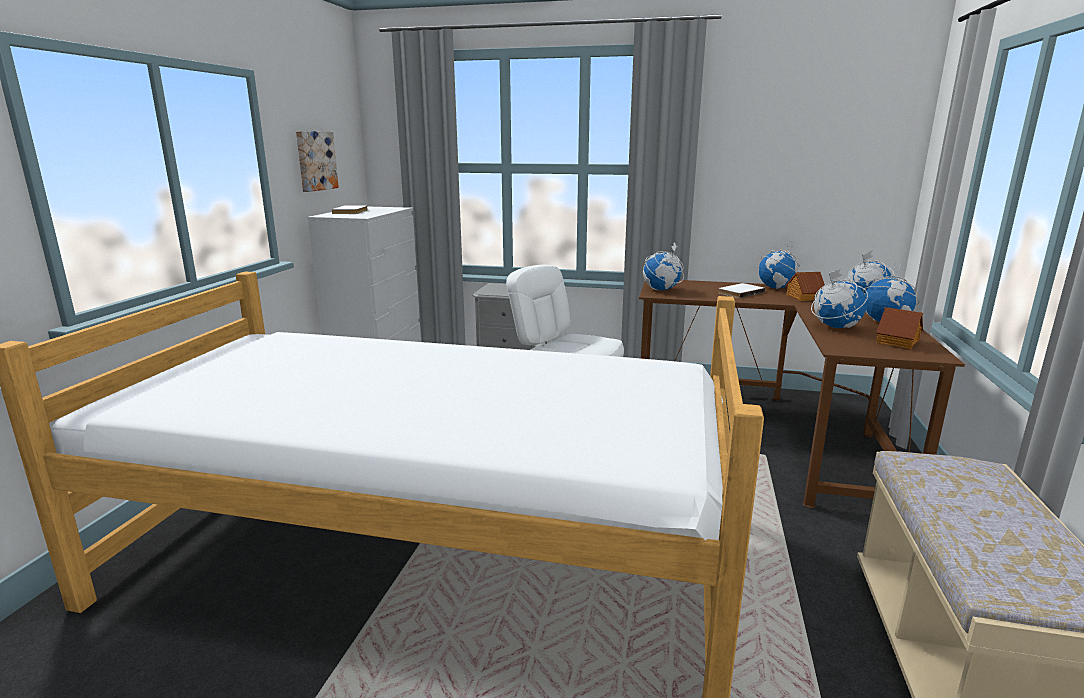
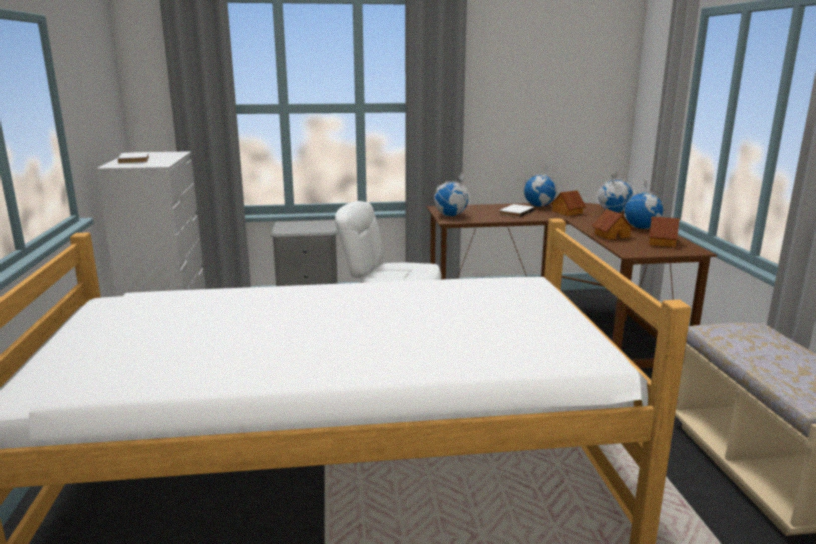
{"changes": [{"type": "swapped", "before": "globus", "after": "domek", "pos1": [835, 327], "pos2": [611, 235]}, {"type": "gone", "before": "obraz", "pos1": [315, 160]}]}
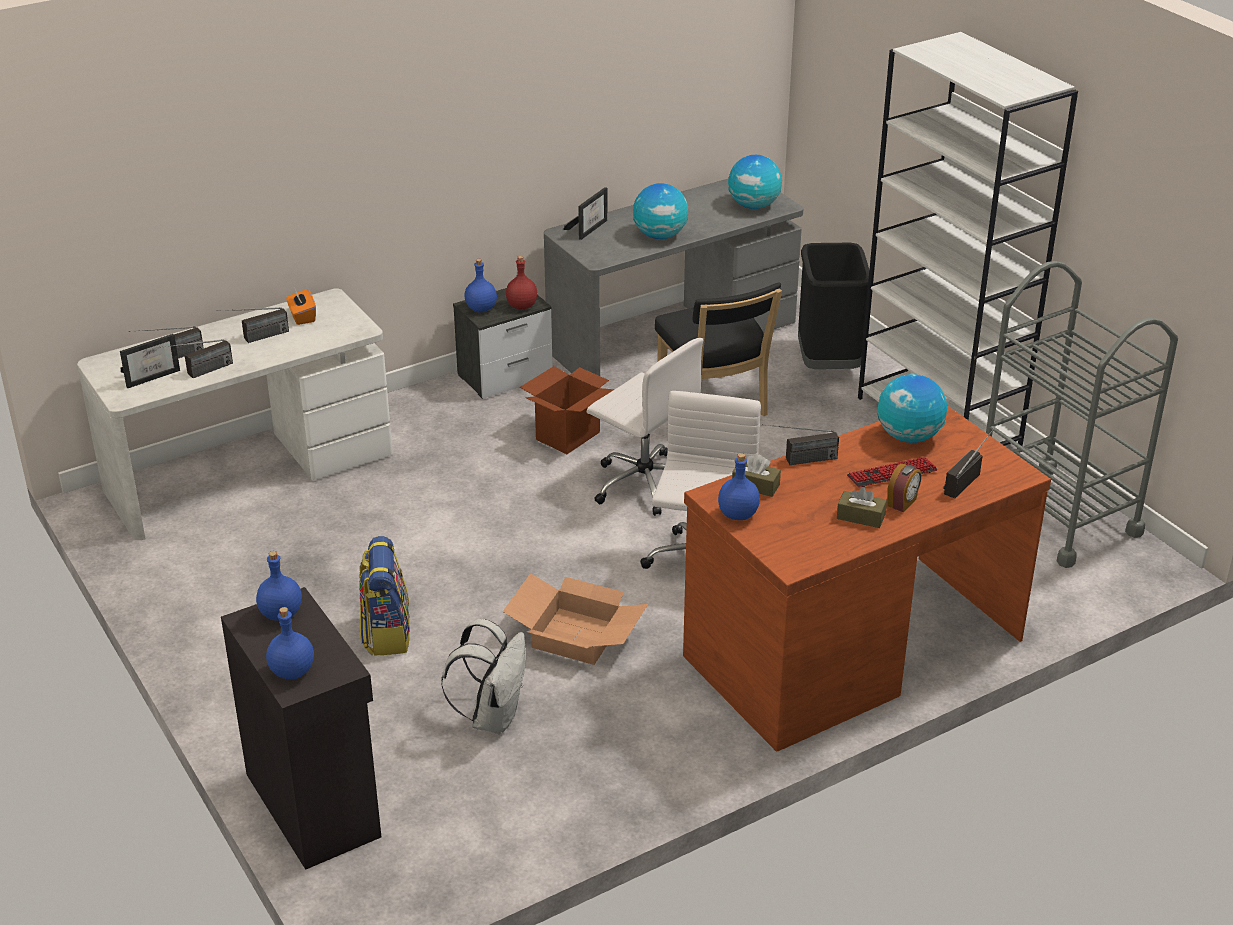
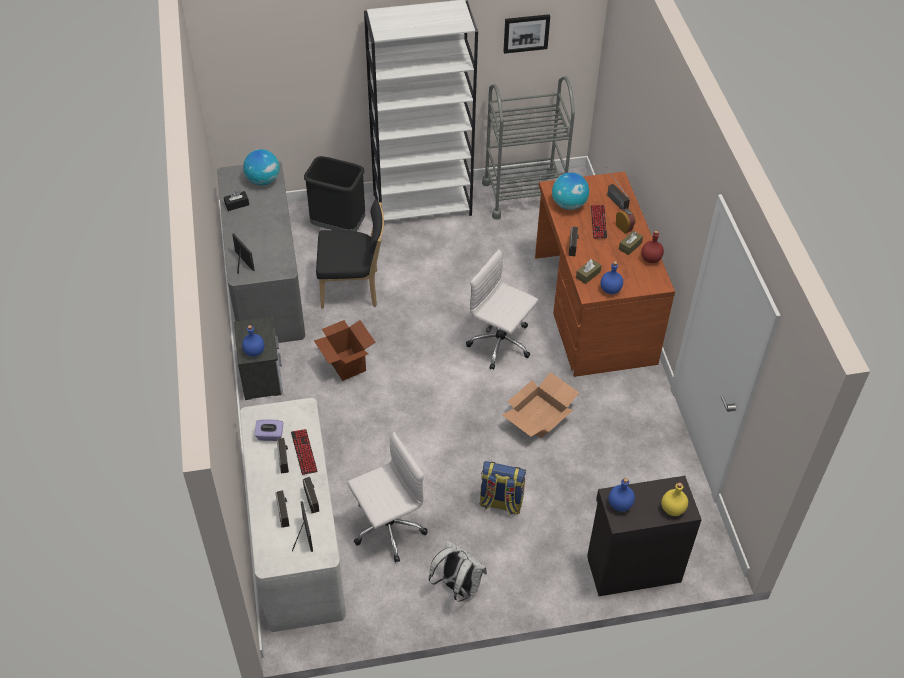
{"changes": [{"type": "new", "after": "pudełko chusteczek [czarny]", "pos2": [237, 204]}, {"type": "repainted", "before": "pudełko chusteczek [pomarańczowy]", "after": "pudełko chusteczek [fioletowy]", "pos1": [302, 317], "pos2": [270, 435]}, {"type": "new", "after": "klawiatura", "pos2": [304, 452]}, {"type": "shifted", "before": "krzesło biurowe [biały]", "pos1": [643, 483], "pos2": [387, 528]}, {"type": "shifted", "before": "plecak [biały]", "pos1": [493, 717], "pos2": [458, 587]}, {"type": "new", "after": "obraz", "pos2": [526, 33]}, {"type": "shifted", "before": "butelka [czerwony]", "pos1": [522, 306], "pos2": [650, 258]}, {"type": "repainted", "before": "butelka [niebieski]", "after": "butelka [żółty]", "pos1": [291, 671], "pos2": [672, 509]}, {"type": "gone", "before": "globus", "pos1": [660, 235]}]}
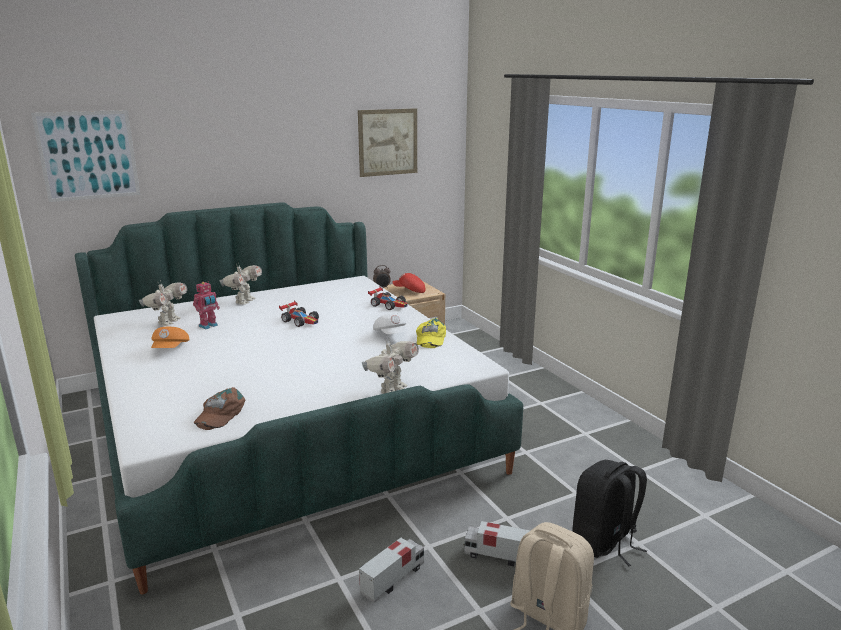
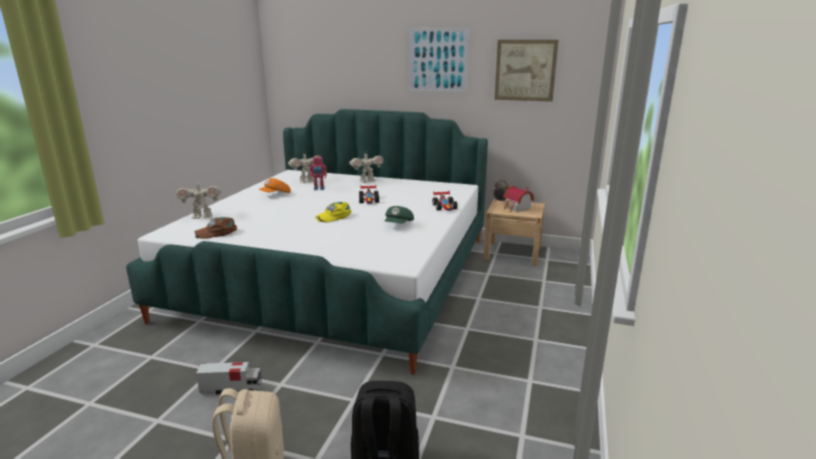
{"changes": [{"type": "shifted", "before": "robot zabawkowy", "pos1": [391, 390], "pos2": [202, 216]}, {"type": "shifted", "before": "czapka z daszkiem [żółty]", "pos1": [430, 338], "pos2": [334, 216]}, {"type": "repainted", "before": "czapka z daszkiem [biały]", "after": "czapka z daszkiem [zielony]", "pos1": [391, 335], "pos2": [399, 225]}, {"type": "shifted", "before": "obraz", "pos1": [88, 155], "pos2": [438, 60]}, {"type": "swapped", "before": "czapka z daszkiem [czerwony]", "after": "domek", "pos1": [409, 291], "pos2": [517, 208]}, {"type": "gone", "before": "ciężarówka zabawkowa", "pos1": [499, 556]}]}
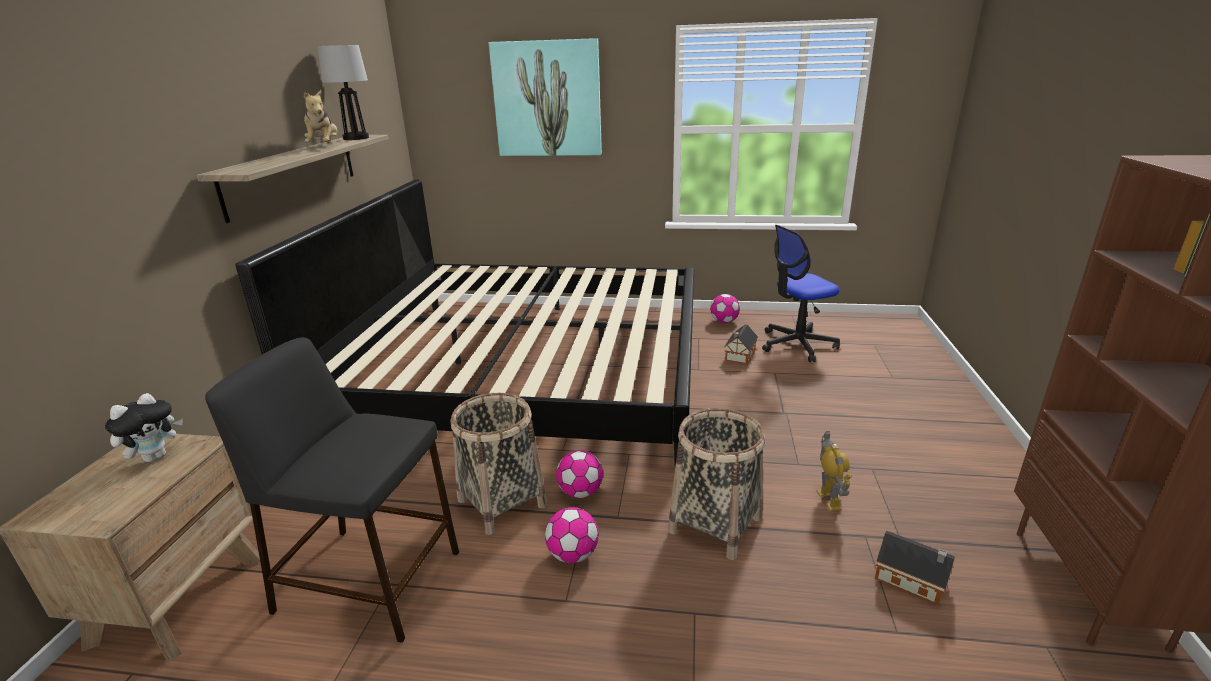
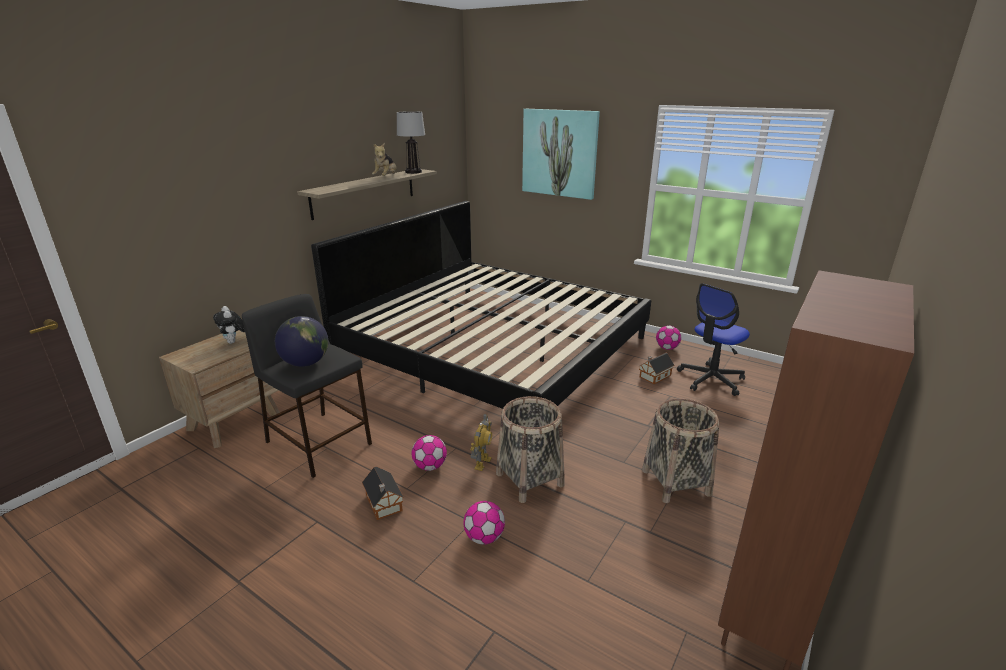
{"changes": [{"type": "rotated", "before": "pluszak", "pos1": [156, 456], "pos2": [234, 342], "turn": 90}, {"type": "new", "after": "globus", "pos2": [305, 363]}, {"type": "shifted", "before": "domek", "pos1": [912, 581], "pos2": [384, 504]}, {"type": "shifted", "before": "piłka futbolowa", "pos1": [580, 492], "pos2": [484, 537]}, {"type": "shifted", "before": "robot zabawkowy", "pos1": [829, 500], "pos2": [482, 463]}, {"type": "shifted", "before": "koszyk", "pos1": [501, 502], "pos2": [675, 482]}, {"type": "rotated", "before": "krzesło biurowe", "pos1": [797, 344], "pos2": [710, 379], "turn": -45}]}
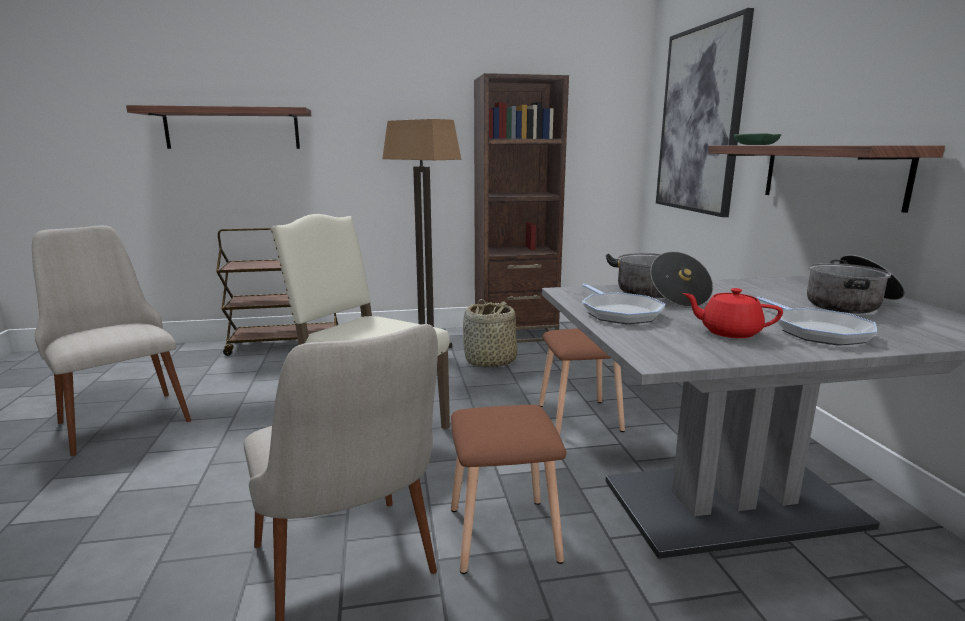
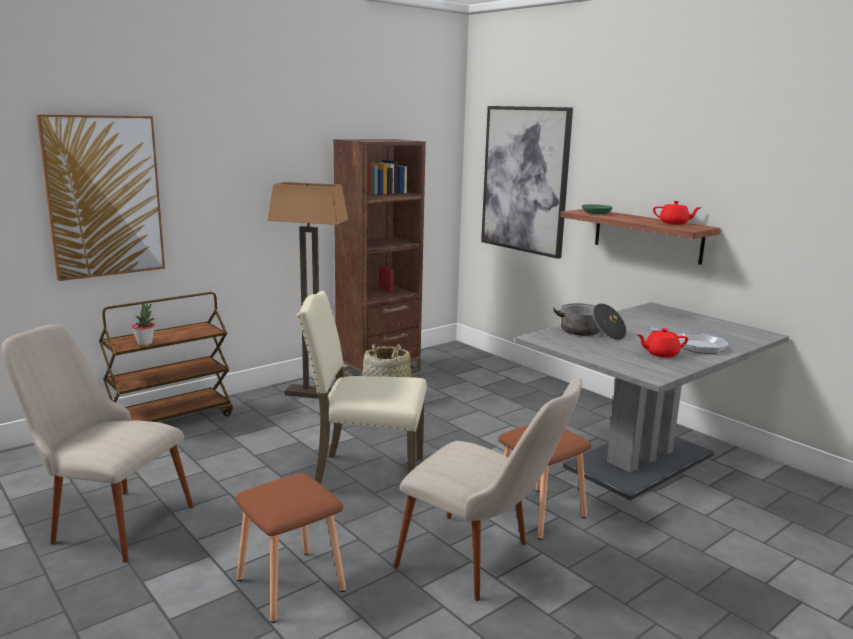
{"changes": [{"type": "swapped", "before": "półka", "after": "obraz", "pos1": [232, 129], "pos2": [104, 196]}, {"type": "new", "after": "roślina doniczkowa", "pos2": [145, 343]}, {"type": "shifted", "before": "stołek [brązowy]", "pos1": [580, 417], "pos2": [291, 583]}, {"type": "new", "after": "imbryk [czerwony]", "pos2": [674, 223]}, {"type": "gone", "before": "patelnia", "pos1": [619, 312]}, {"type": "gone", "before": "garnek", "pos1": [851, 304]}]}
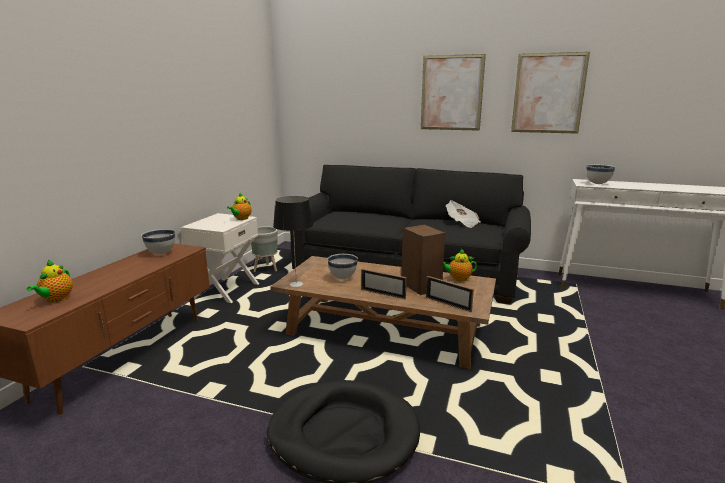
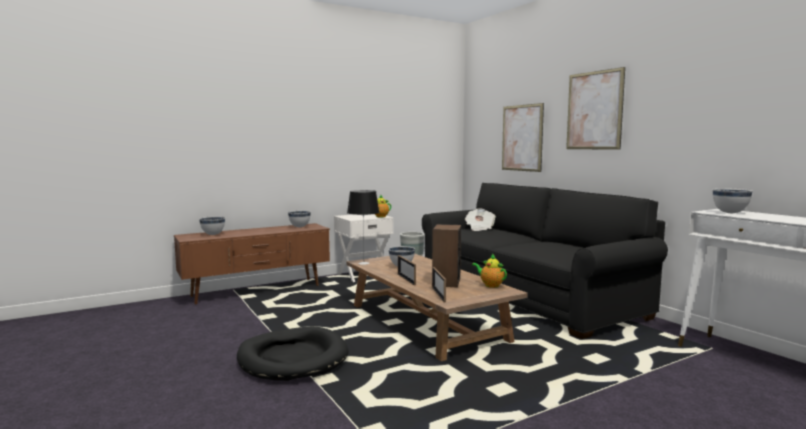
{"changes": [{"type": "swapped", "before": "imbryk", "after": "miska [biały]", "pos1": [56, 299], "pos2": [213, 234]}, {"type": "shifted", "before": "gazeta", "pos1": [462, 223], "pos2": [479, 228]}, {"type": "shifted", "before": "obraz", "pos1": [548, 93], "pos2": [522, 138]}]}
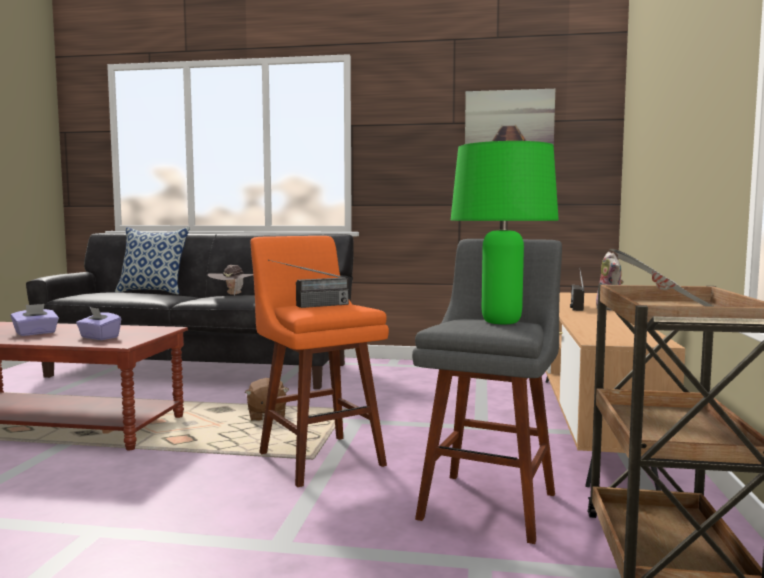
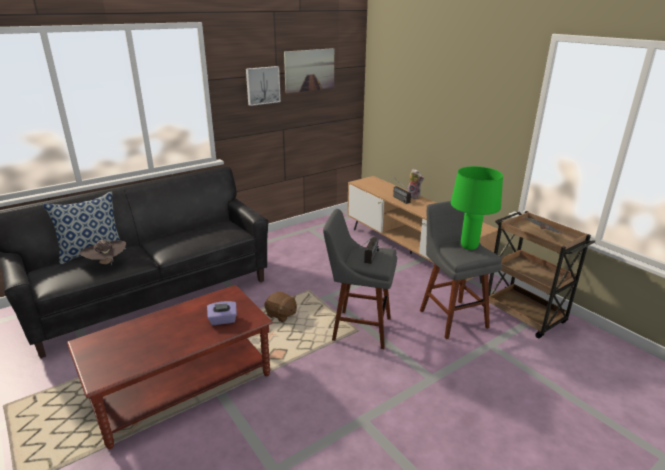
{"changes": [{"type": "shifted", "before": "kapelusz [brązowy]", "pos1": [233, 295], "pos2": [106, 263]}, {"type": "new", "after": "obraz", "pos2": [262, 85]}, {"type": "repainted", "before": "stołek [pomarańczowy]", "after": "stołek [szary]", "pos1": [318, 457], "pos2": [358, 328]}, {"type": "gone", "before": "pudełko chusteczek [fioletowy]", "pos1": [36, 333]}]}
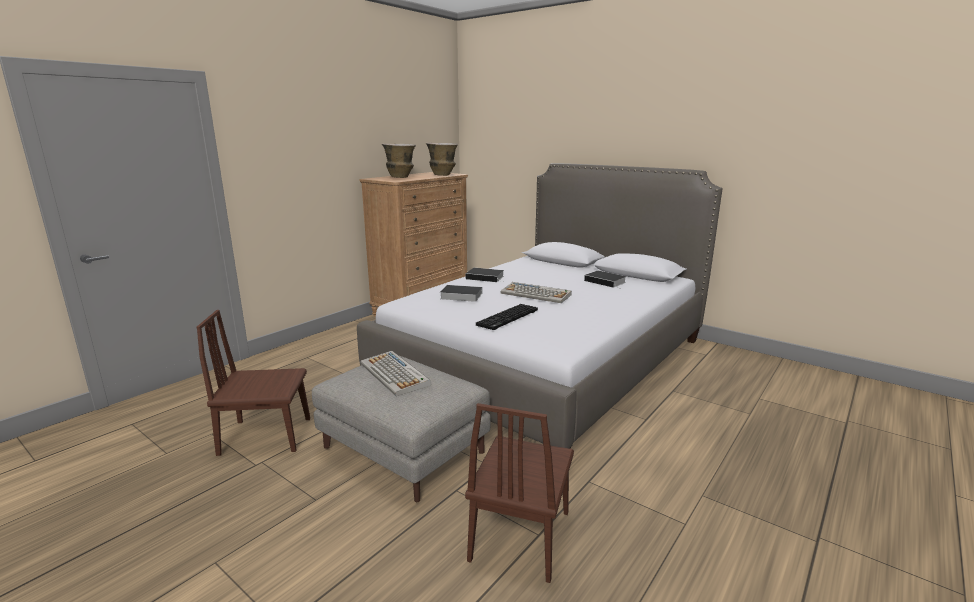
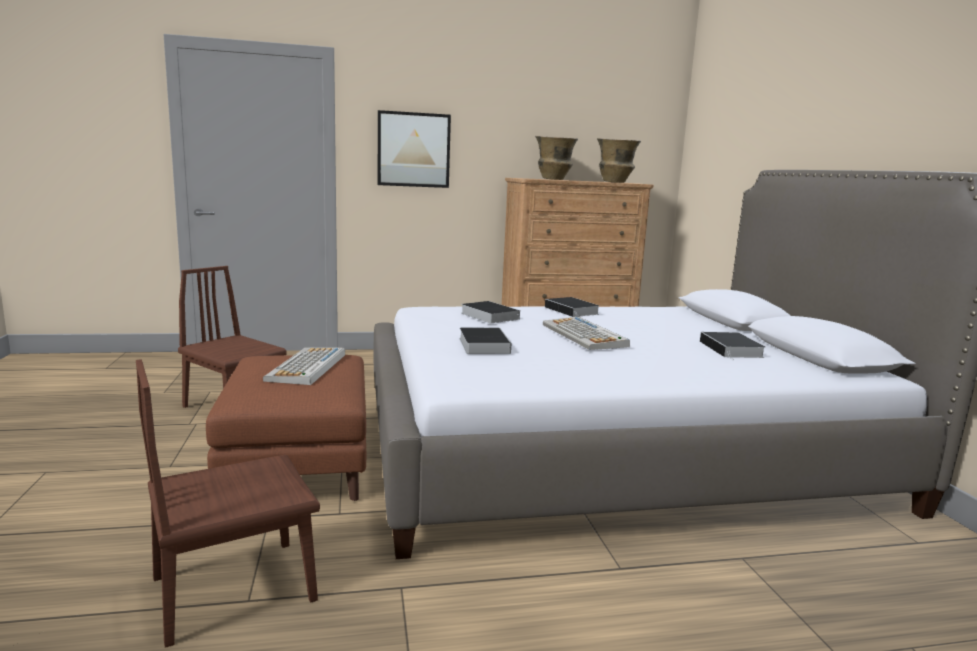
{"changes": [{"type": "repainted", "before": "pufa [szary]", "after": "pufa [brązowy]", "pos1": [405, 451], "pos2": [299, 465]}, {"type": "new", "after": "obraz", "pos2": [413, 150]}, {"type": "swapped", "before": "klawiatura", "after": "książka", "pos1": [508, 318], "pos2": [483, 345]}]}
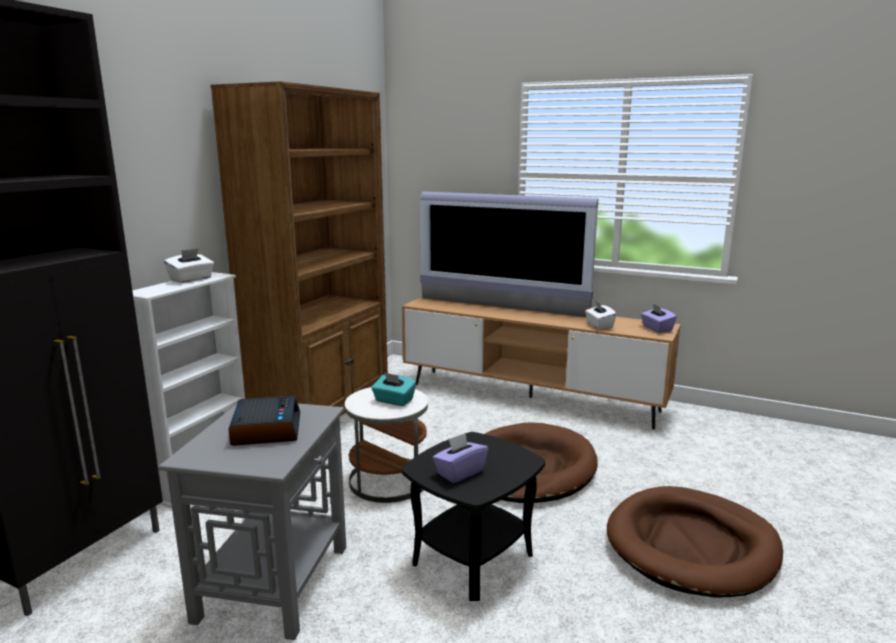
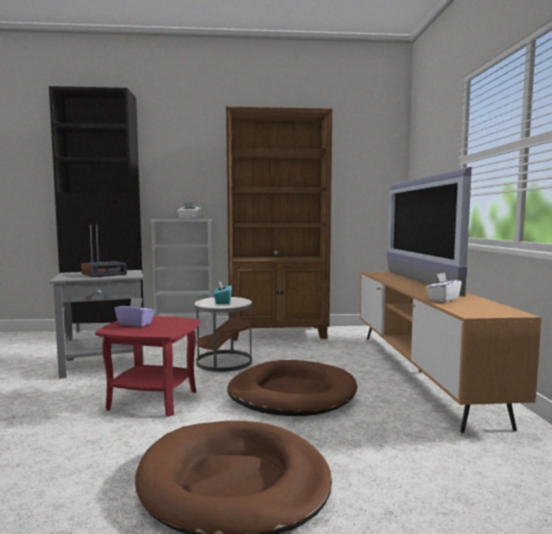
{"changes": [{"type": "repainted", "before": "stolik [czarny]", "after": "stolik [czerwony]", "pos1": [472, 557], "pos2": [153, 399]}, {"type": "gone", "before": "pudełko chusteczek [fioletowy]", "pos1": [656, 329]}]}
